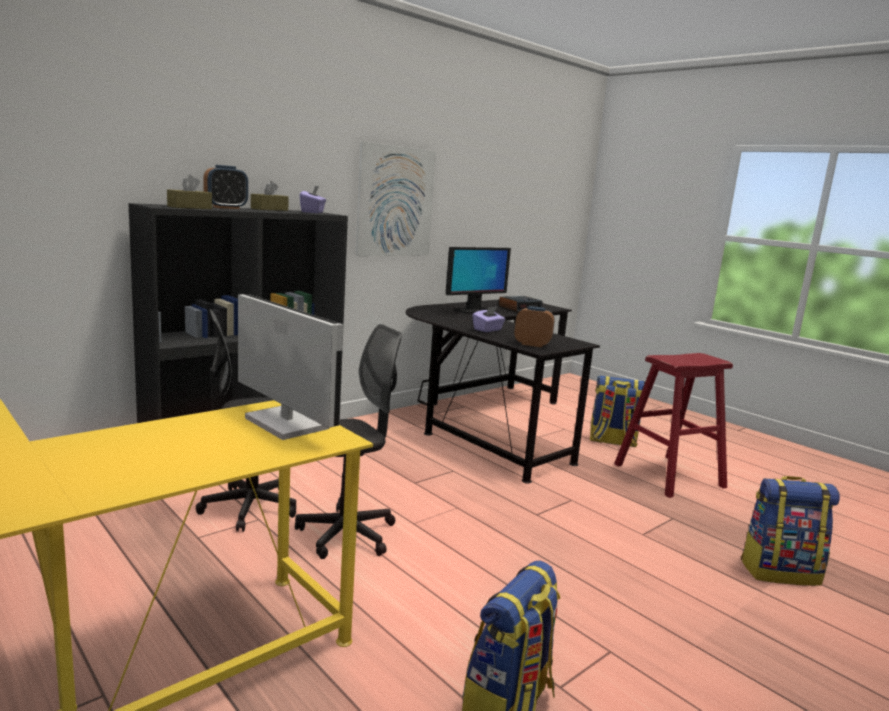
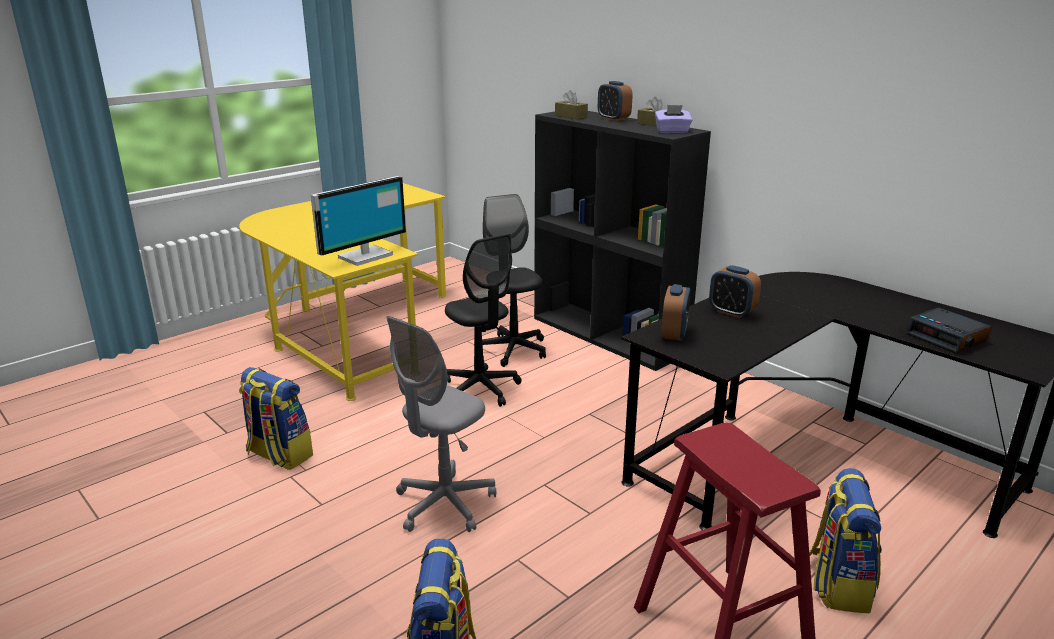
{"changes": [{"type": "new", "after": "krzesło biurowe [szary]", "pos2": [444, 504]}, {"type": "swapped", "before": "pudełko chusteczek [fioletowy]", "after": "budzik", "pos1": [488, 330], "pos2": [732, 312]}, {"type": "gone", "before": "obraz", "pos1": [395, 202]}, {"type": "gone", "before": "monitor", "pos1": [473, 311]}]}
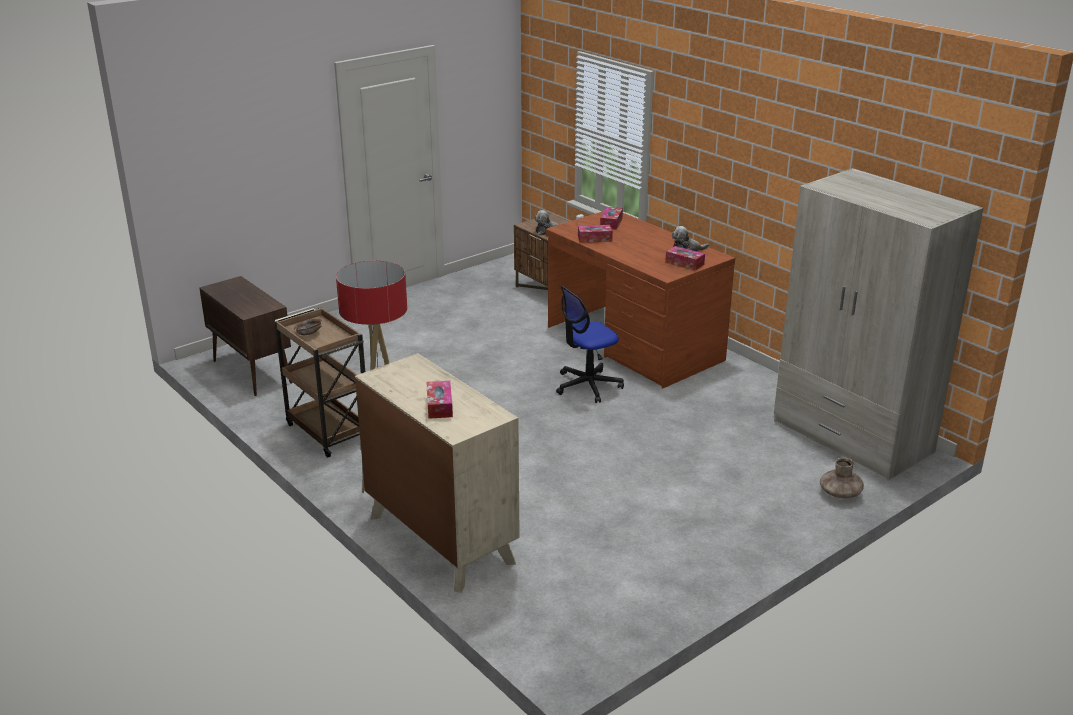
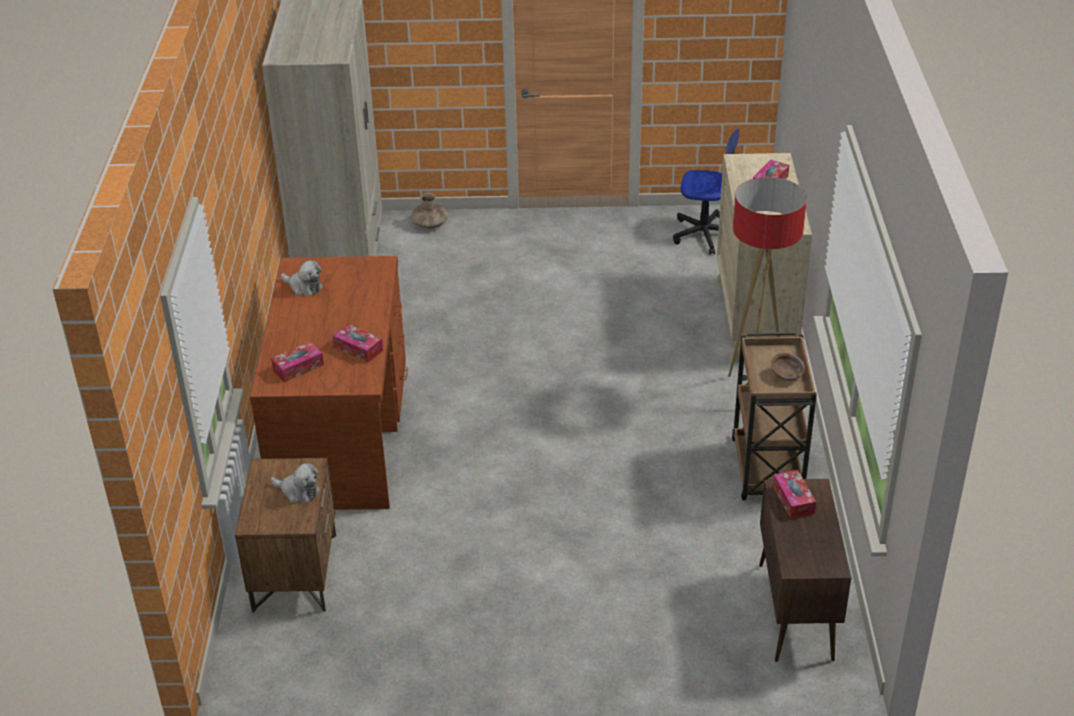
{"changes": [{"type": "shifted", "before": "krzesło biurowe", "pos1": [587, 385], "pos2": [705, 234]}, {"type": "shifted", "before": "pudełko chusteczek", "pos1": [684, 263], "pos2": [793, 500]}]}
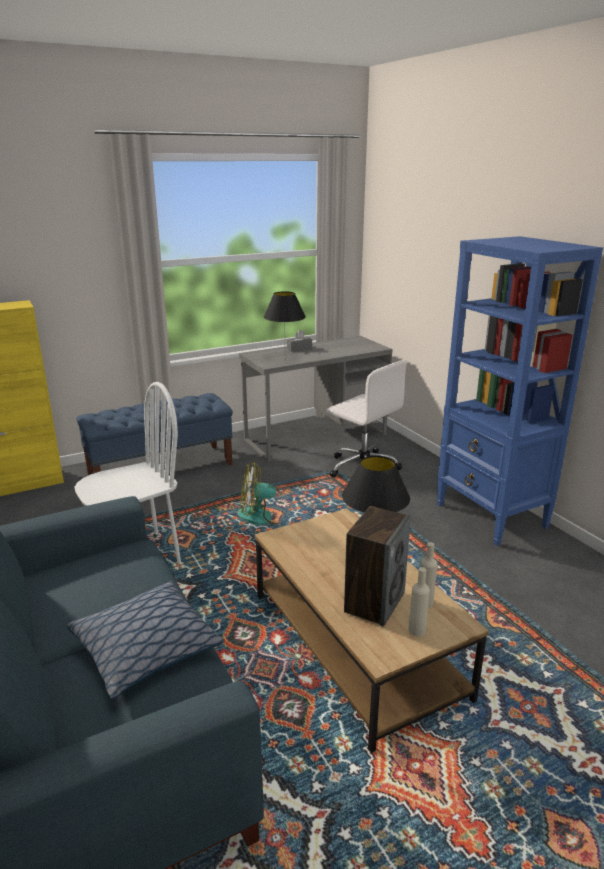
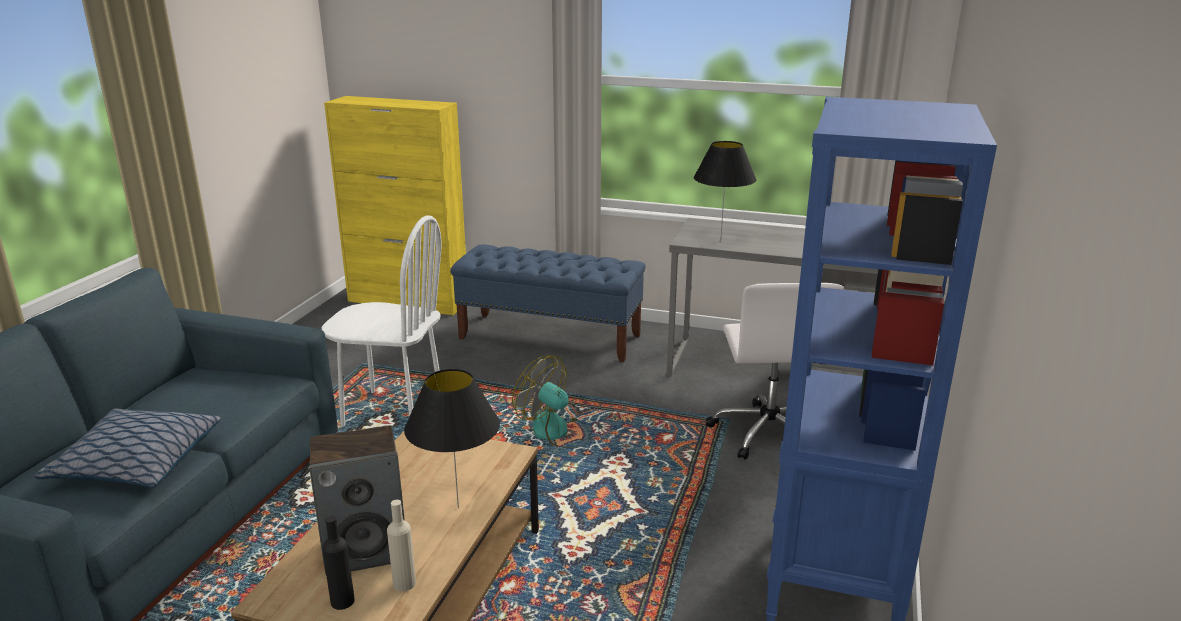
{"changes": [{"type": "repainted", "before": "butelka [beżowy]", "after": "butelka [czarny]", "pos1": [416, 630], "pos2": [342, 601]}, {"type": "gone", "before": "pudełko chusteczek [szary]", "pos1": [299, 348]}]}
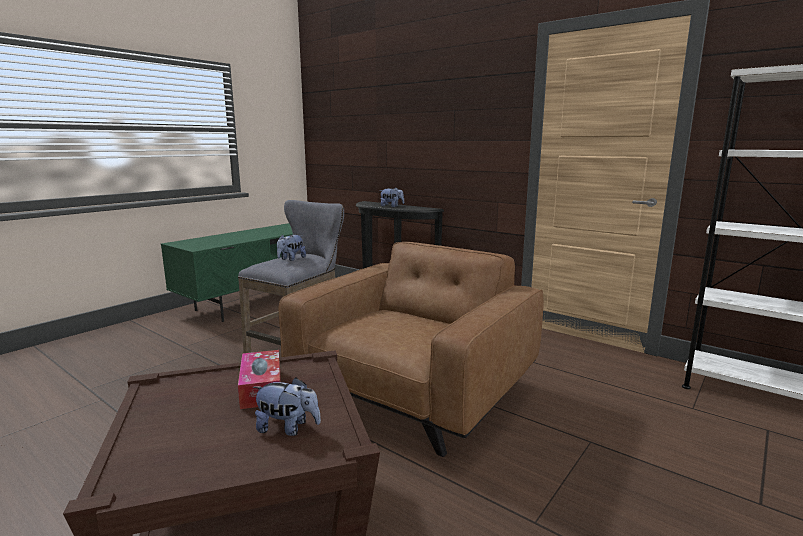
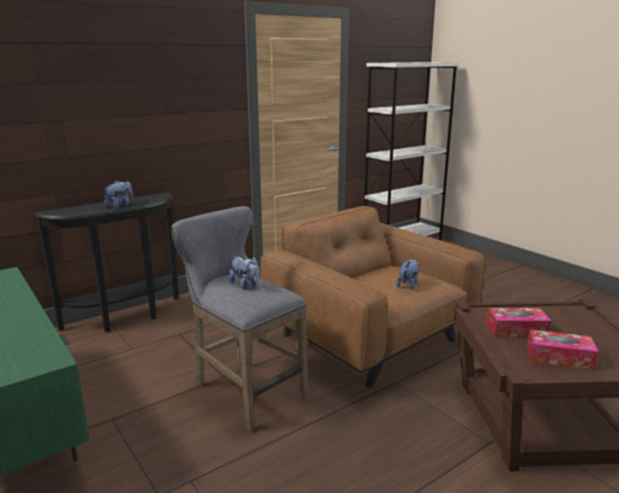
{"changes": [{"type": "shifted", "before": "pluszak", "pos1": [288, 428], "pos2": [408, 285]}, {"type": "new", "after": "pudełko chusteczek", "pos2": [559, 357]}]}
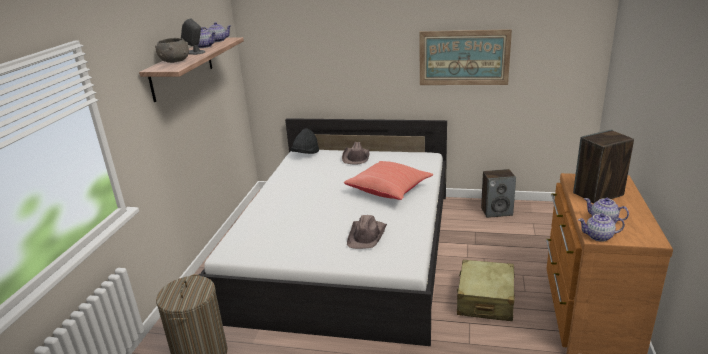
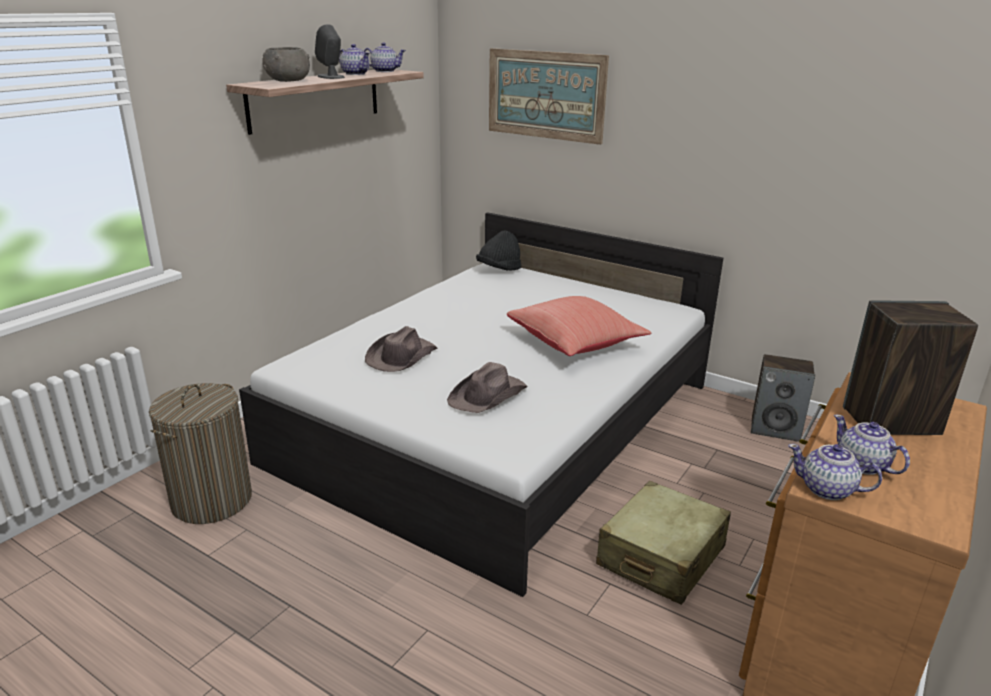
{"changes": [{"type": "shifted", "before": "kapelusz [brązowy]", "pos1": [356, 157], "pos2": [401, 356]}, {"type": "shifted", "before": "obraz", "pos1": [464, 58], "pos2": [545, 95]}]}
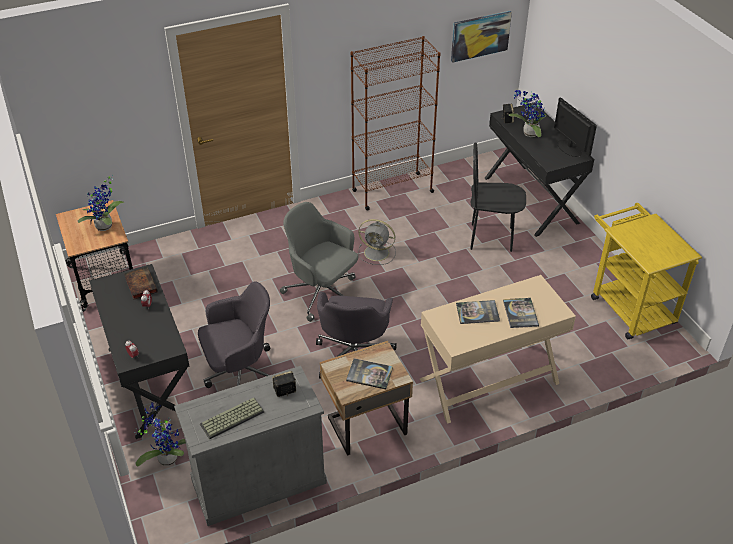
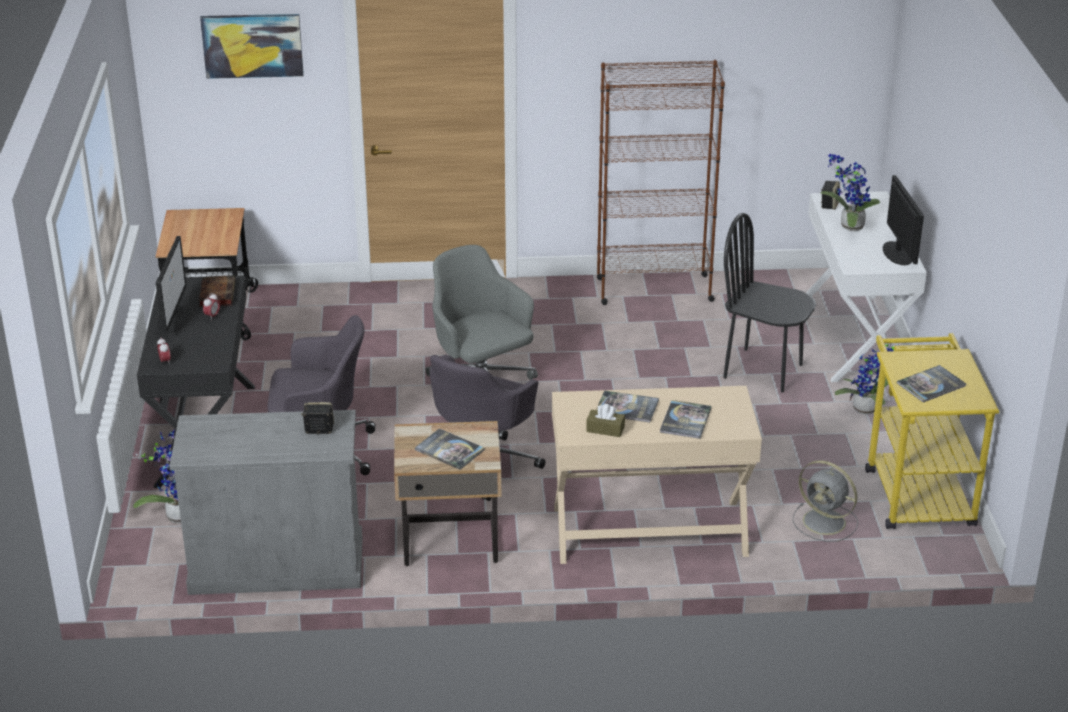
{"changes": [{"type": "new", "after": "monitor", "pos2": [173, 318]}, {"type": "shifted", "before": "obraz", "pos1": [480, 36], "pos2": [252, 45]}, {"type": "new", "after": "pudełko chusteczek [brązowy]", "pos2": [605, 429]}, {"type": "shifted", "before": "wentylator [szary]", "pos1": [377, 253], "pos2": [826, 522]}, {"type": "repainted", "before": "biurko [czarny]", "after": "biurko [biały]", "pos1": [531, 200], "pos2": [855, 337]}, {"type": "shifted", "before": "roślina doniczkowa", "pos1": [106, 227], "pos2": [867, 410]}, {"type": "new", "after": "książka", "pos2": [931, 385]}, {"type": "gone", "before": "klawiatura", "pos1": [232, 419]}]}
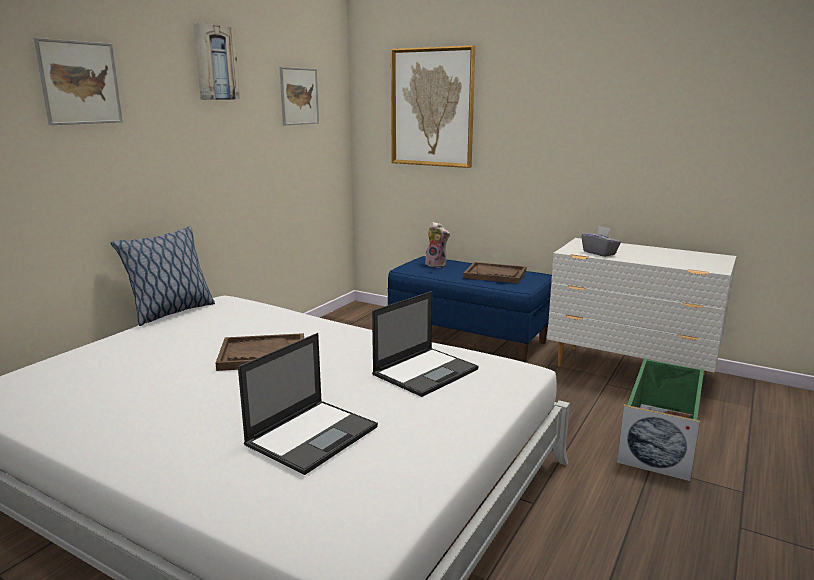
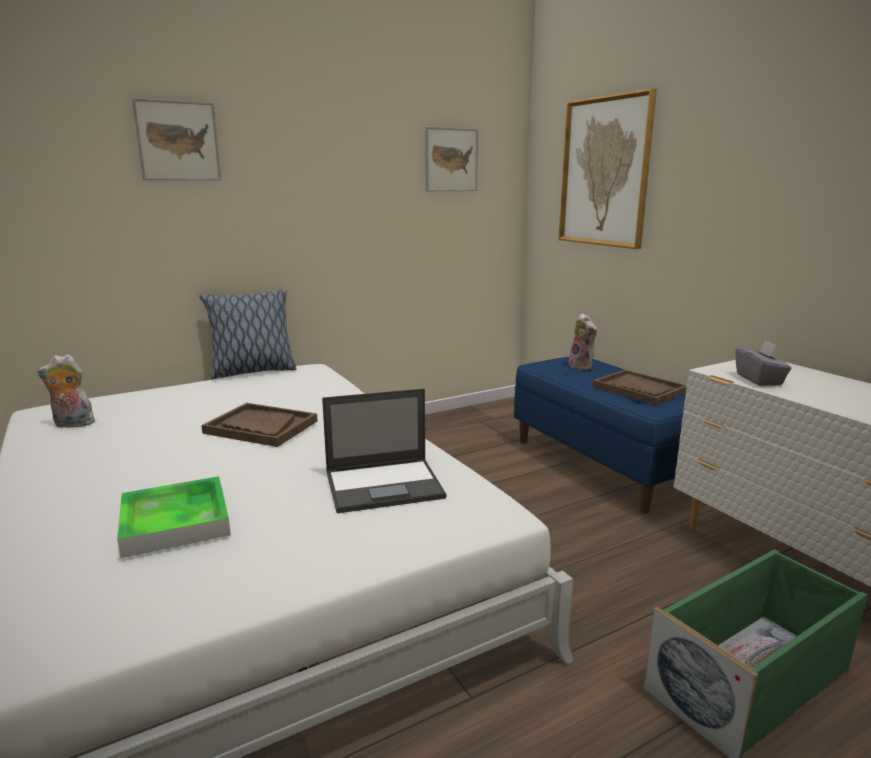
{"changes": [{"type": "new", "after": "pluszak", "pos2": [72, 424]}, {"type": "swapped", "before": "laptop", "after": "taca", "pos1": [313, 435], "pos2": [175, 521]}, {"type": "gone", "before": "obraz", "pos1": [215, 63]}]}
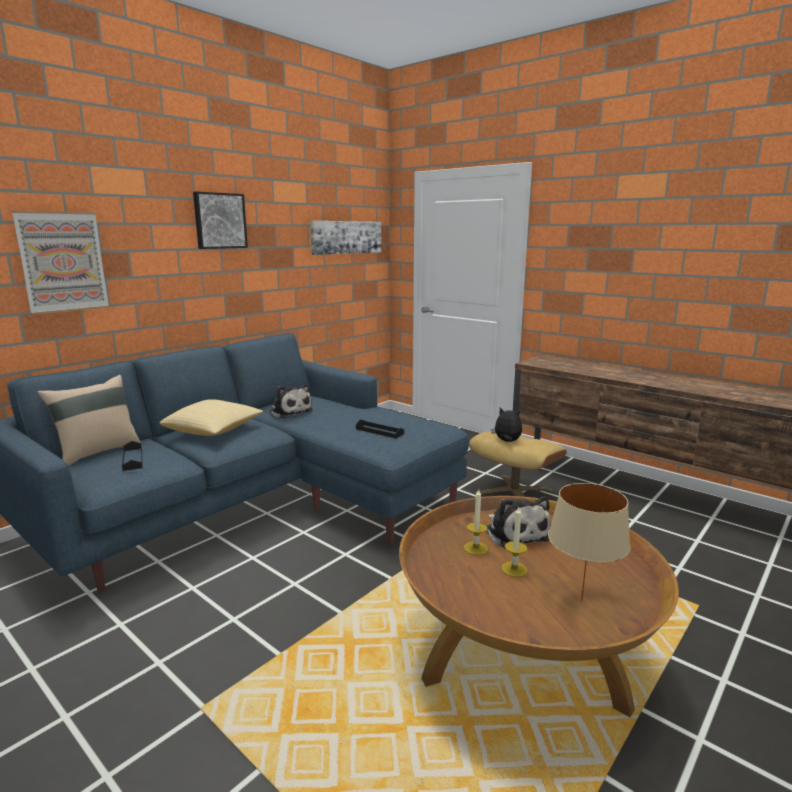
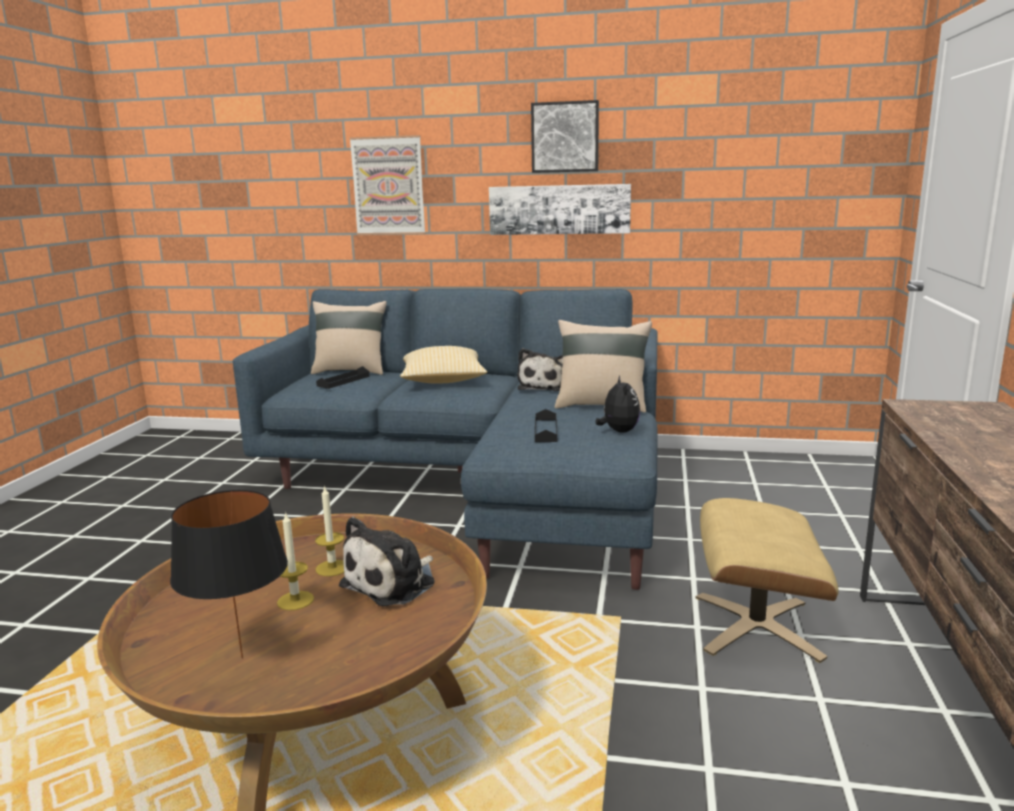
{"changes": [{"type": "repainted", "before": "lampa stołowa [beżowy]", "after": "lampa stołowa [czarny]", "pos1": [581, 600], "pos2": [243, 657]}, {"type": "shifted", "before": "obraz", "pos1": [346, 237], "pos2": [559, 209]}, {"type": "new", "after": "poduszka [beżowy]", "pos2": [601, 405]}, {"type": "shifted", "before": "pluszak", "pos1": [507, 441], "pos2": [618, 431]}]}
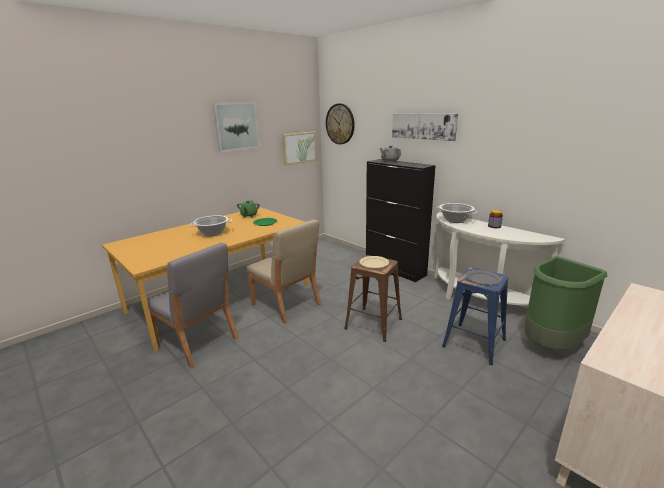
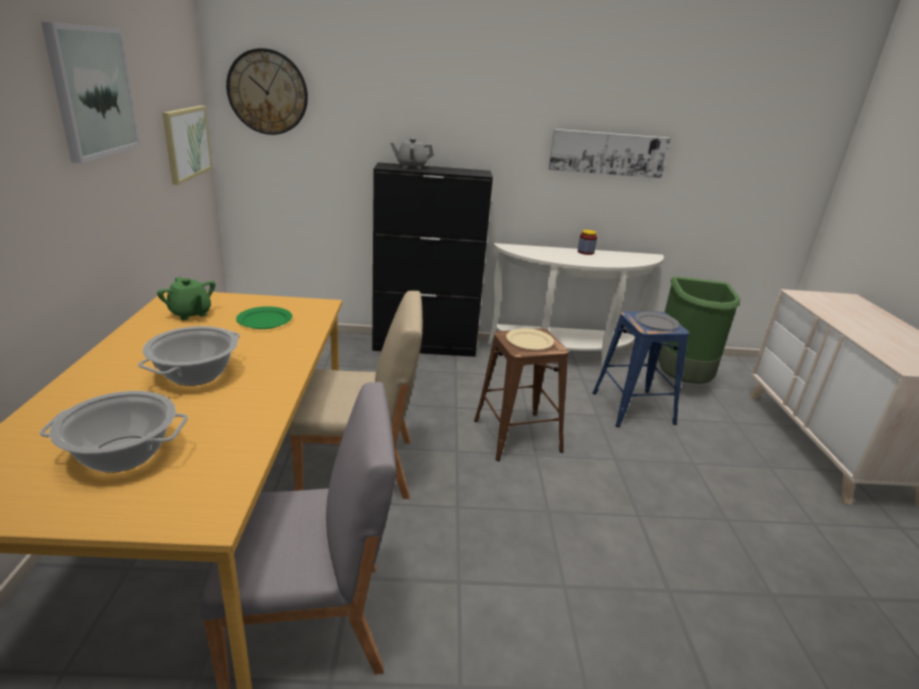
{"changes": [{"type": "shifted", "before": "garnek", "pos1": [455, 220], "pos2": [123, 454]}, {"type": "shifted", "before": "obraz", "pos1": [423, 126], "pos2": [608, 153]}]}
